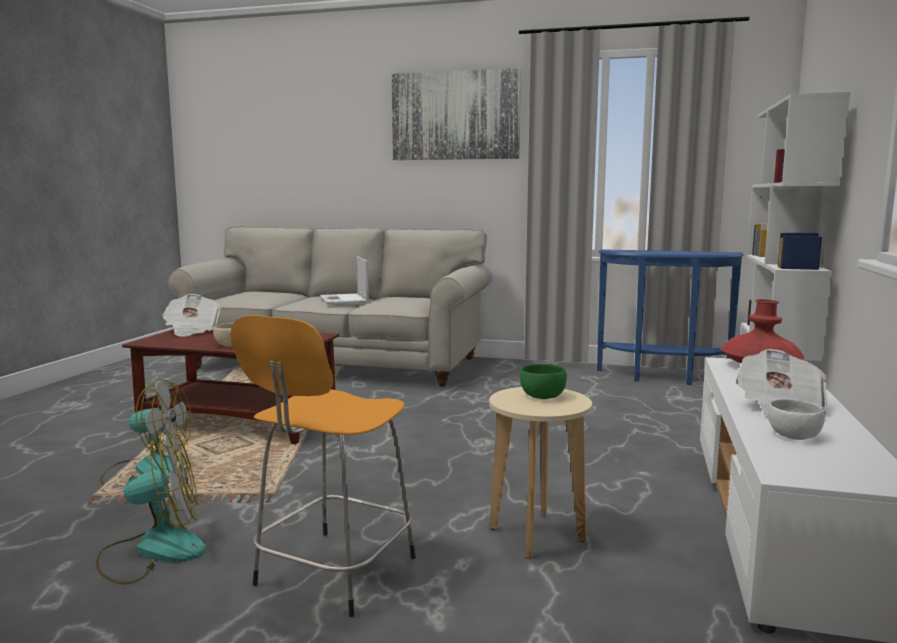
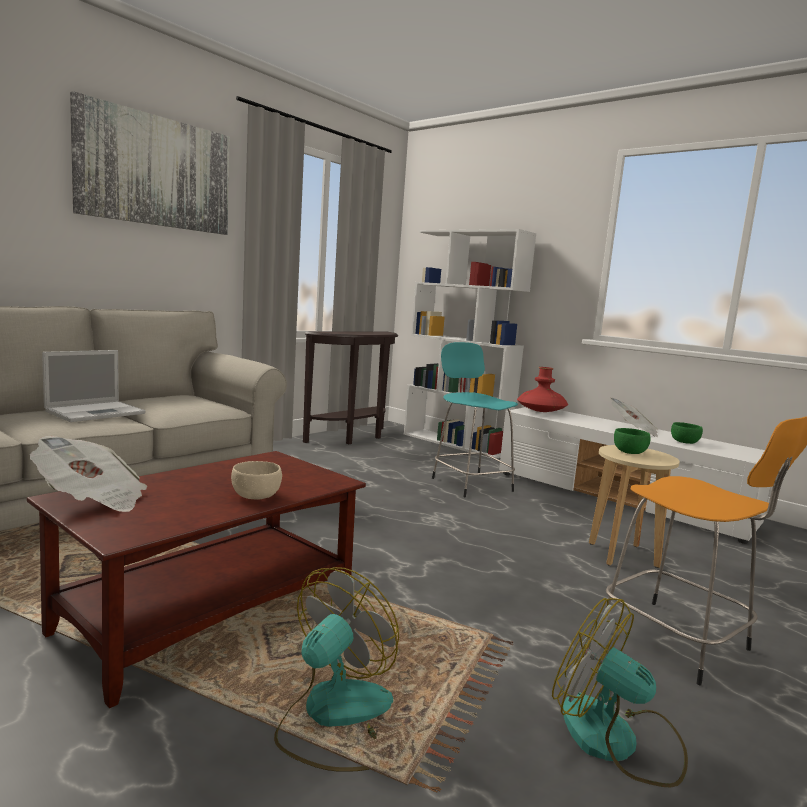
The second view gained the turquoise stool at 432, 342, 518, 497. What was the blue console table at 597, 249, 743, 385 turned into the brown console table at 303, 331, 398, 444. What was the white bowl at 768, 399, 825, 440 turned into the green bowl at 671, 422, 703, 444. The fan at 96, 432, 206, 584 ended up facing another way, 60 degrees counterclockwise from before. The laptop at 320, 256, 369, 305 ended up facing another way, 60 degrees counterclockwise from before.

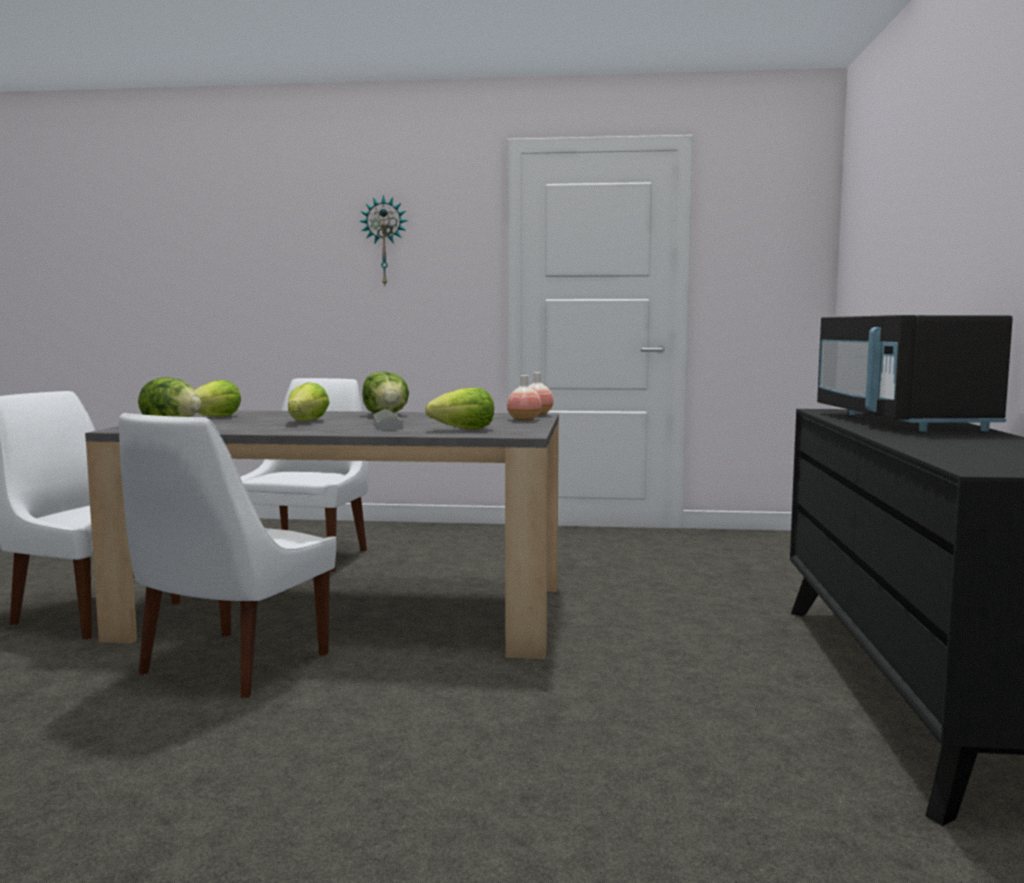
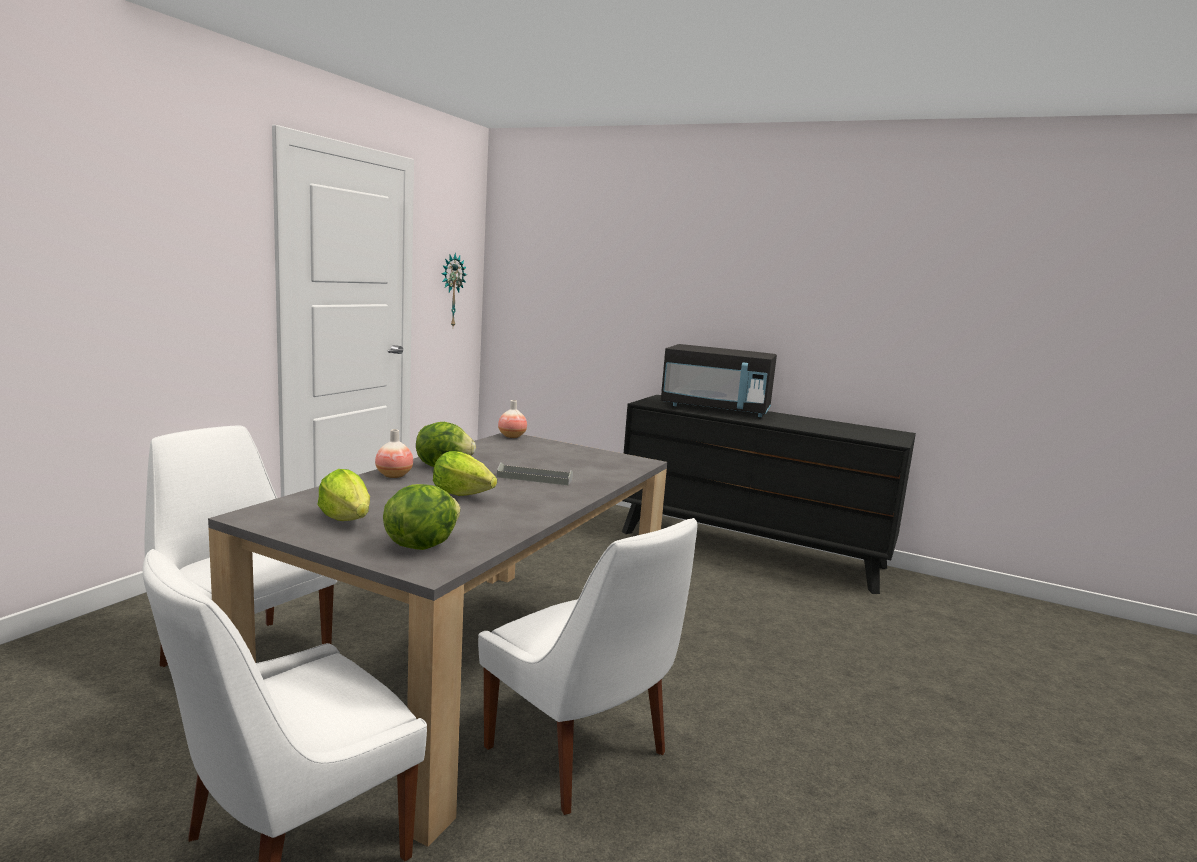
The second view lost the lettuce at 425, 387, 494, 429. The wall clock ended up elsewhere, having gone from 359, 195, 408, 286 to 441, 253, 467, 327. The vase ended up elsewhere, having gone from 507, 375, 542, 421 to 375, 429, 413, 478.

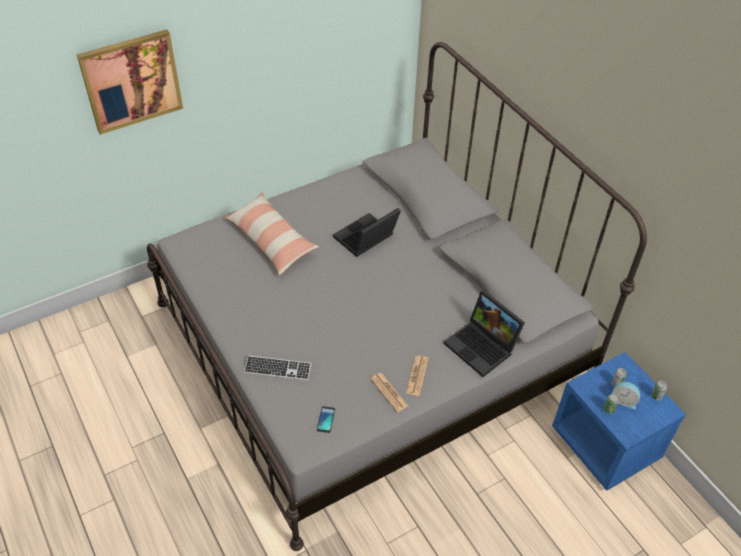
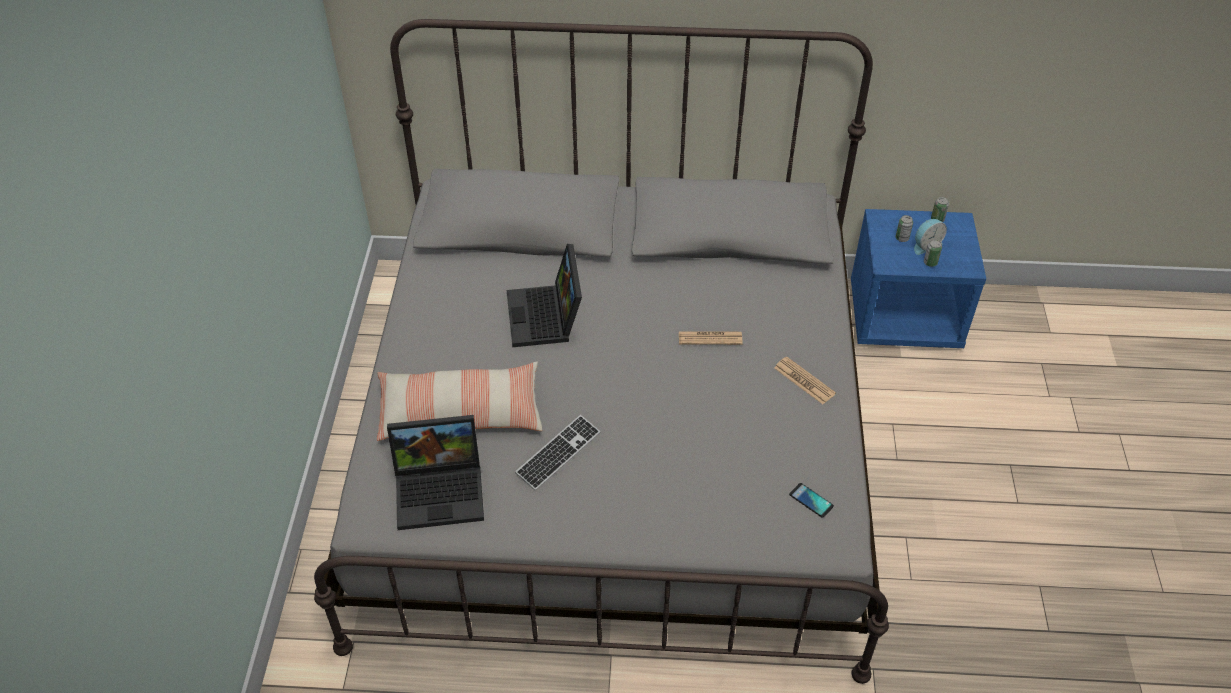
The second view lost the picture at 77, 30, 183, 135. The keyboard ended up elsewhere, having gone from 244, 355, 312, 381 to 515, 415, 601, 491. The newspaper ended up elsewhere, having gone from 370, 373, 408, 412 to 679, 331, 743, 345. The laptop ended up elsewhere, having gone from 444, 290, 525, 377 to 387, 415, 484, 530.

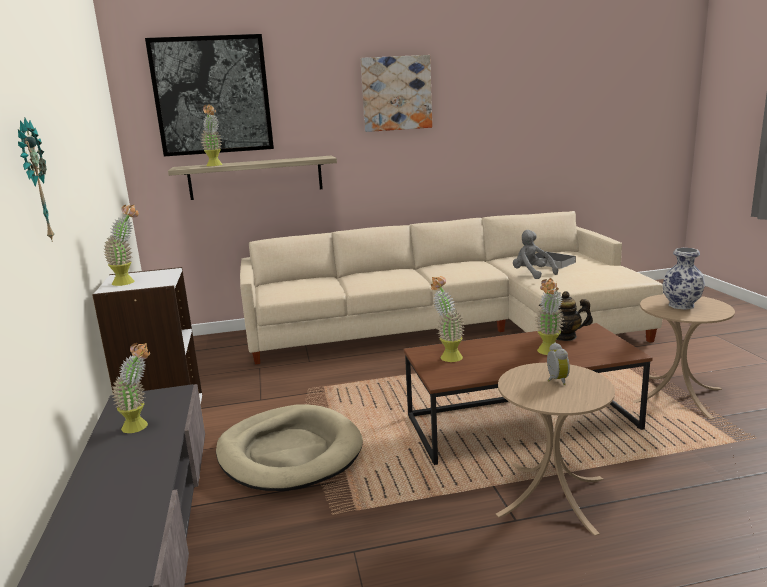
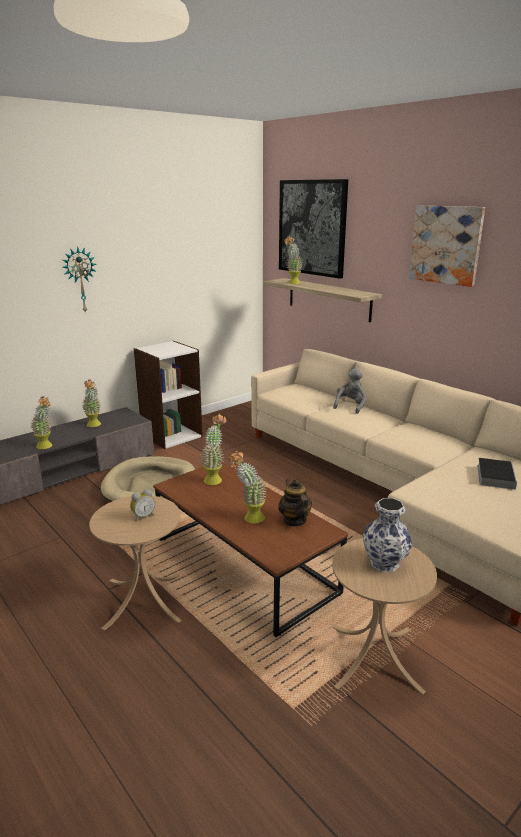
The potted plant ended up elsewhere, having gone from 104, 205, 139, 286 to 31, 396, 52, 449. The grey plush toy ended up elsewhere, having gone from 513, 230, 558, 279 to 333, 368, 366, 414.

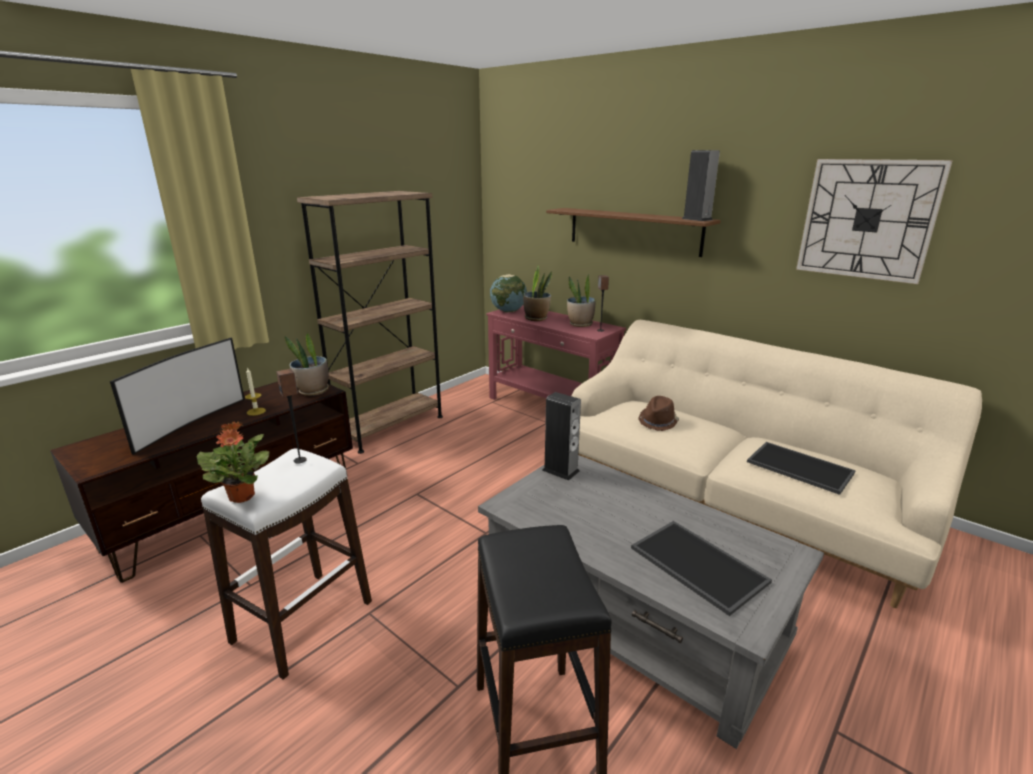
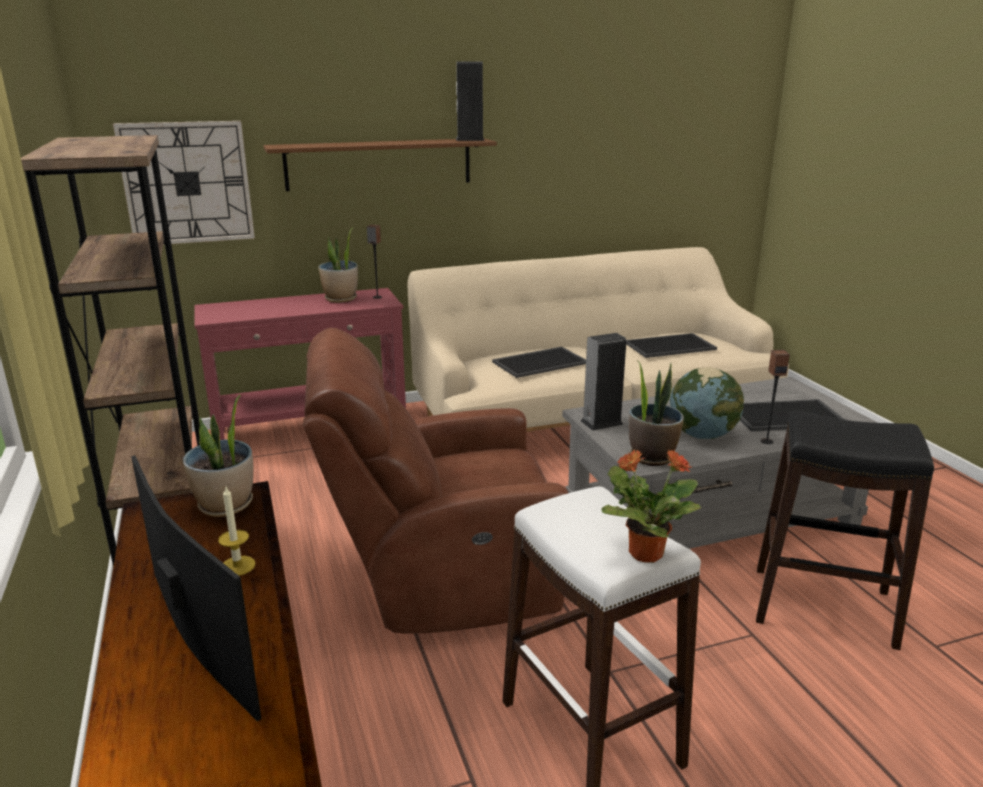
The second view gained the brown armchair at 303, 328, 569, 634. The speaker ended up elsewhere, having gone from 276, 369, 307, 464 to 761, 350, 790, 444. The globe ended up elsewhere, having gone from 490, 274, 527, 312 to 670, 367, 744, 439. The potted plant ended up elsewhere, having gone from 523, 265, 552, 321 to 629, 360, 684, 466. The wall clock ended up elsewhere, having gone from 796, 159, 953, 284 to 113, 121, 255, 245. Where the brown hat stood at 638, 396, 679, 431, the tray came to stand at 492, 347, 586, 378.

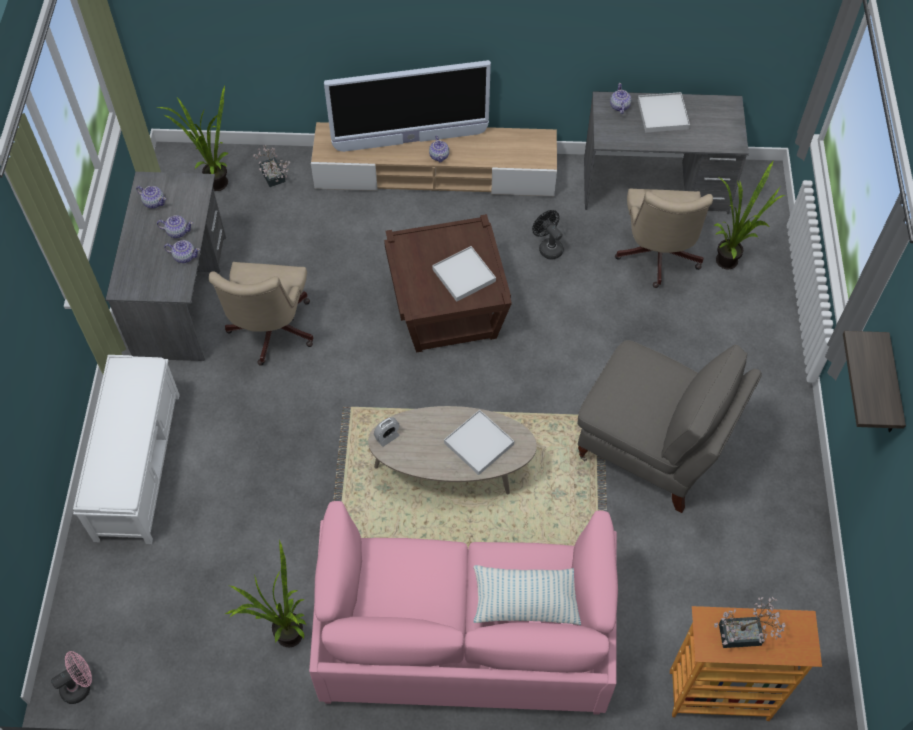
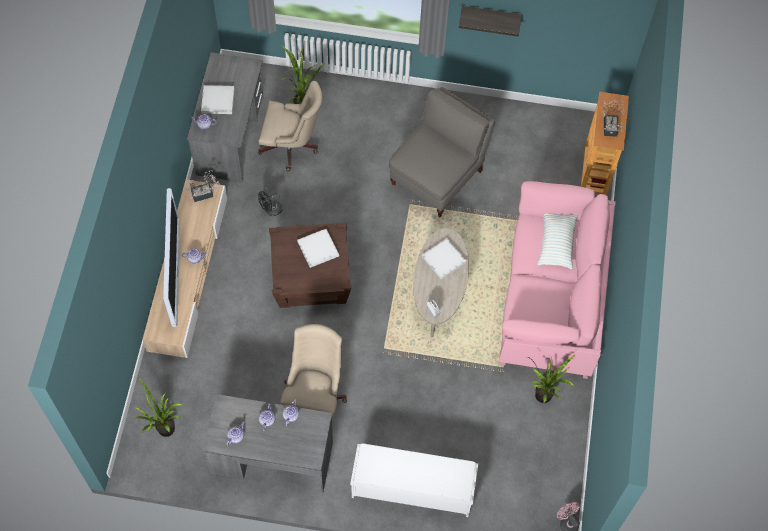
The potted plant ended up elsewhere, having gone from 253, 145, 290, 187 to 185, 170, 220, 202. The beige office chair at 209, 262, 314, 366 ended up facing another way, 90 degrees counterclockwise from before.

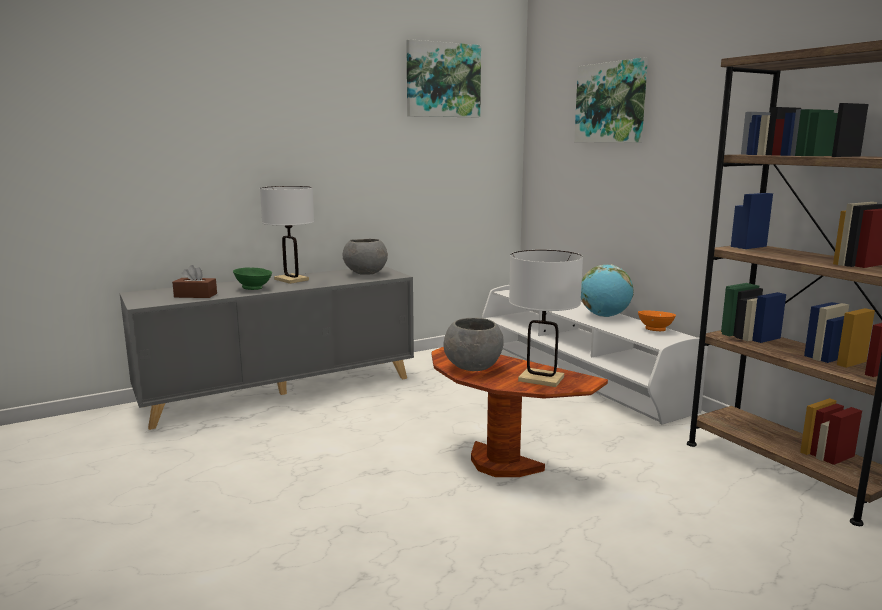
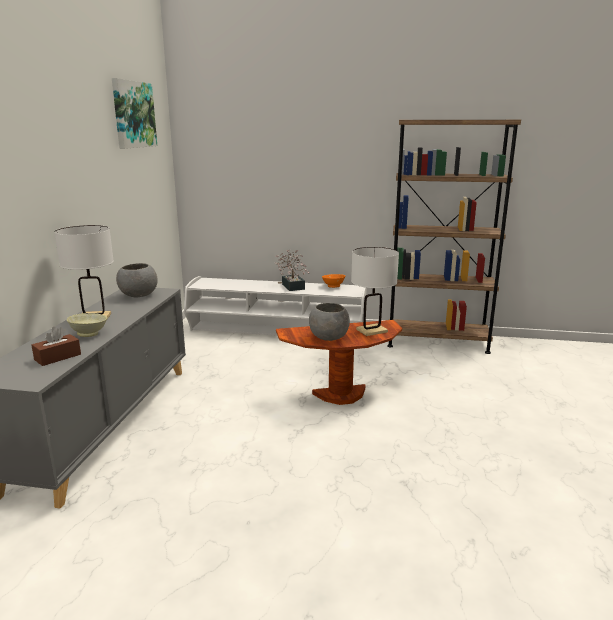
The second view lost the picture at 574, 58, 648, 143. Where the globe stood at 581, 265, 633, 317, the potted plant came to stand at 275, 250, 309, 291. What was the green bowl at 233, 267, 272, 290 turned into the beige bowl at 67, 313, 107, 337.

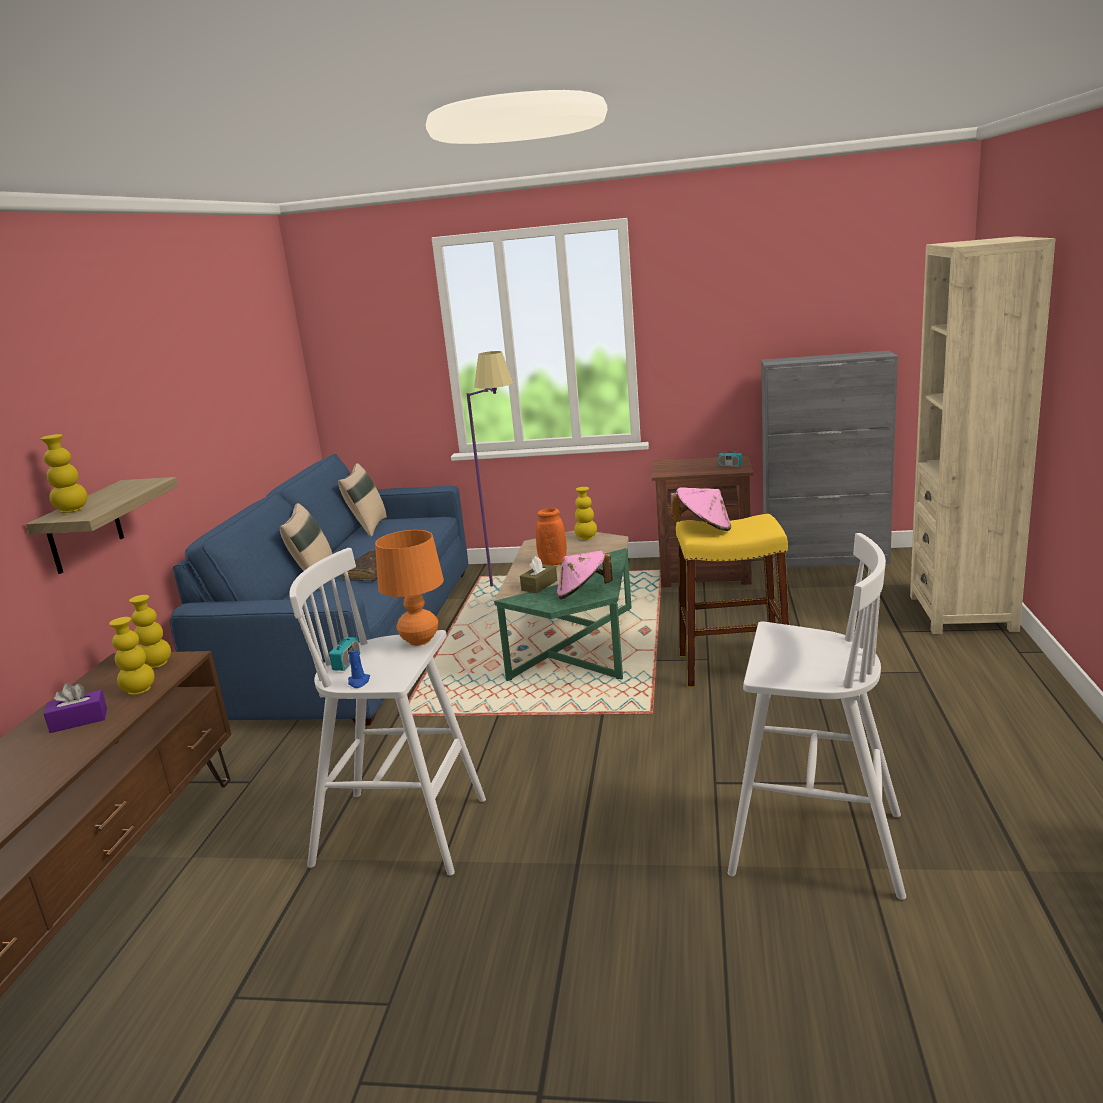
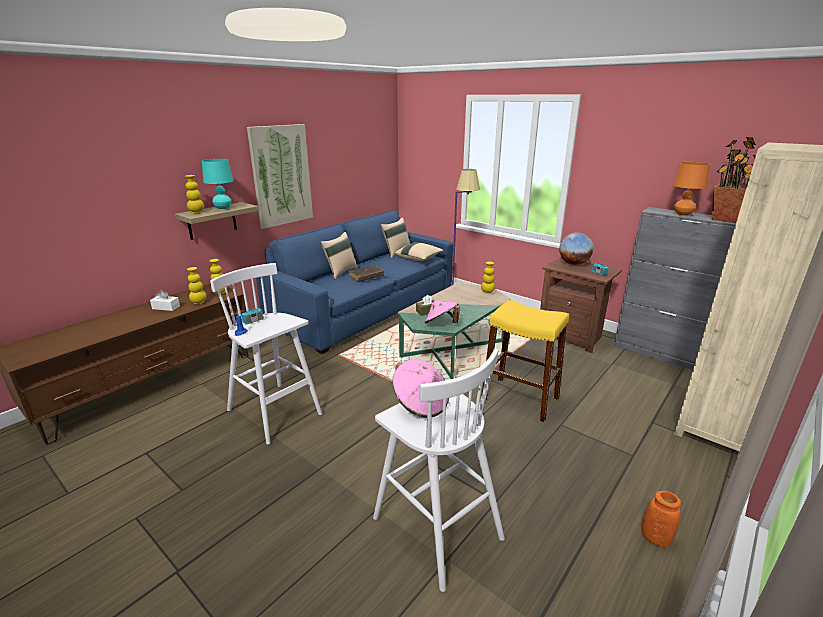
The second view gained the turquoise table lamp at 202, 159, 233, 210. The second view gained the picture at 247, 124, 313, 229. The second view gained the beige pillow at 394, 242, 444, 261. The second view gained the globe at 559, 232, 593, 265. The second view gained the potted plant at 712, 137, 756, 223. The orange table lamp ended up elsewhere, having gone from 375, 530, 444, 646 to 673, 162, 711, 216. The orange vase ended up elsewhere, having gone from 536, 508, 567, 565 to 642, 491, 681, 547. The pink hat ended up elsewhere, having gone from 671, 488, 731, 531 to 393, 359, 449, 418. What was the purple tissue box at 44, 683, 107, 733 turned into the white tissue box at 150, 290, 180, 311.

